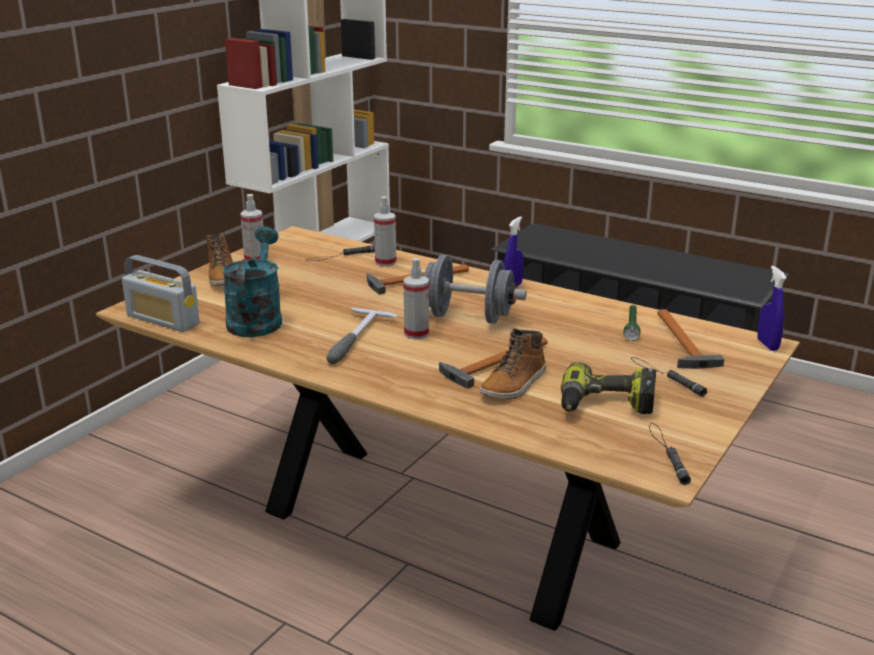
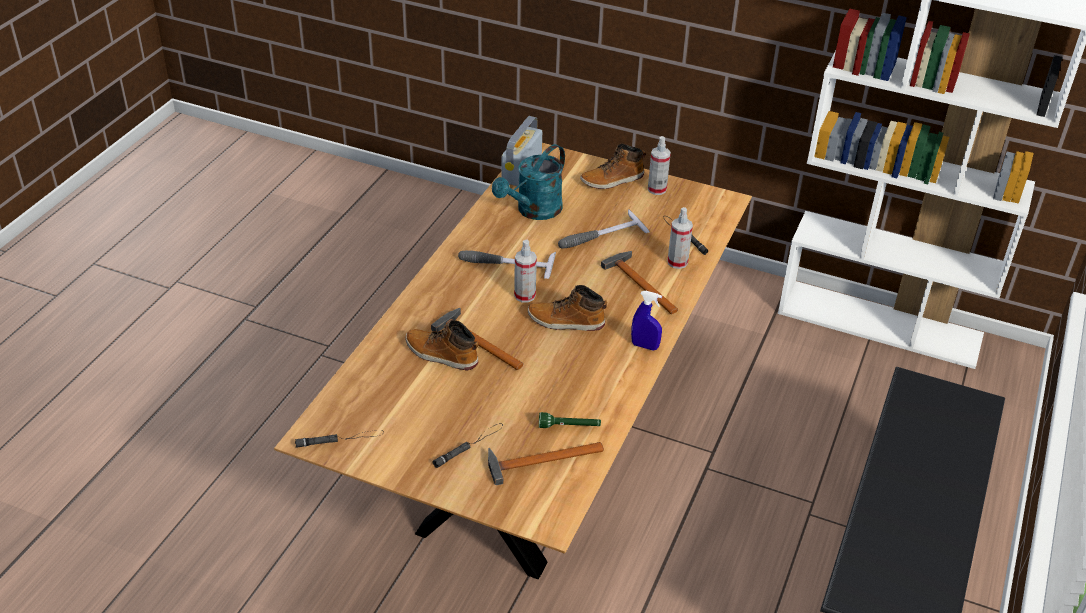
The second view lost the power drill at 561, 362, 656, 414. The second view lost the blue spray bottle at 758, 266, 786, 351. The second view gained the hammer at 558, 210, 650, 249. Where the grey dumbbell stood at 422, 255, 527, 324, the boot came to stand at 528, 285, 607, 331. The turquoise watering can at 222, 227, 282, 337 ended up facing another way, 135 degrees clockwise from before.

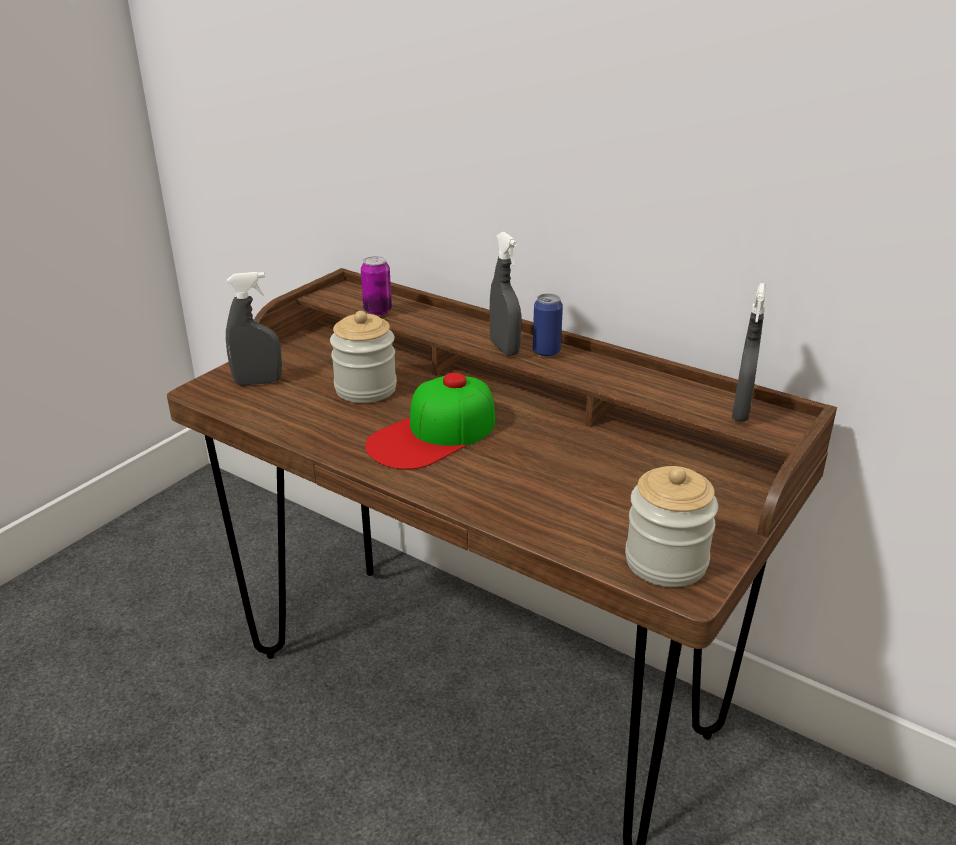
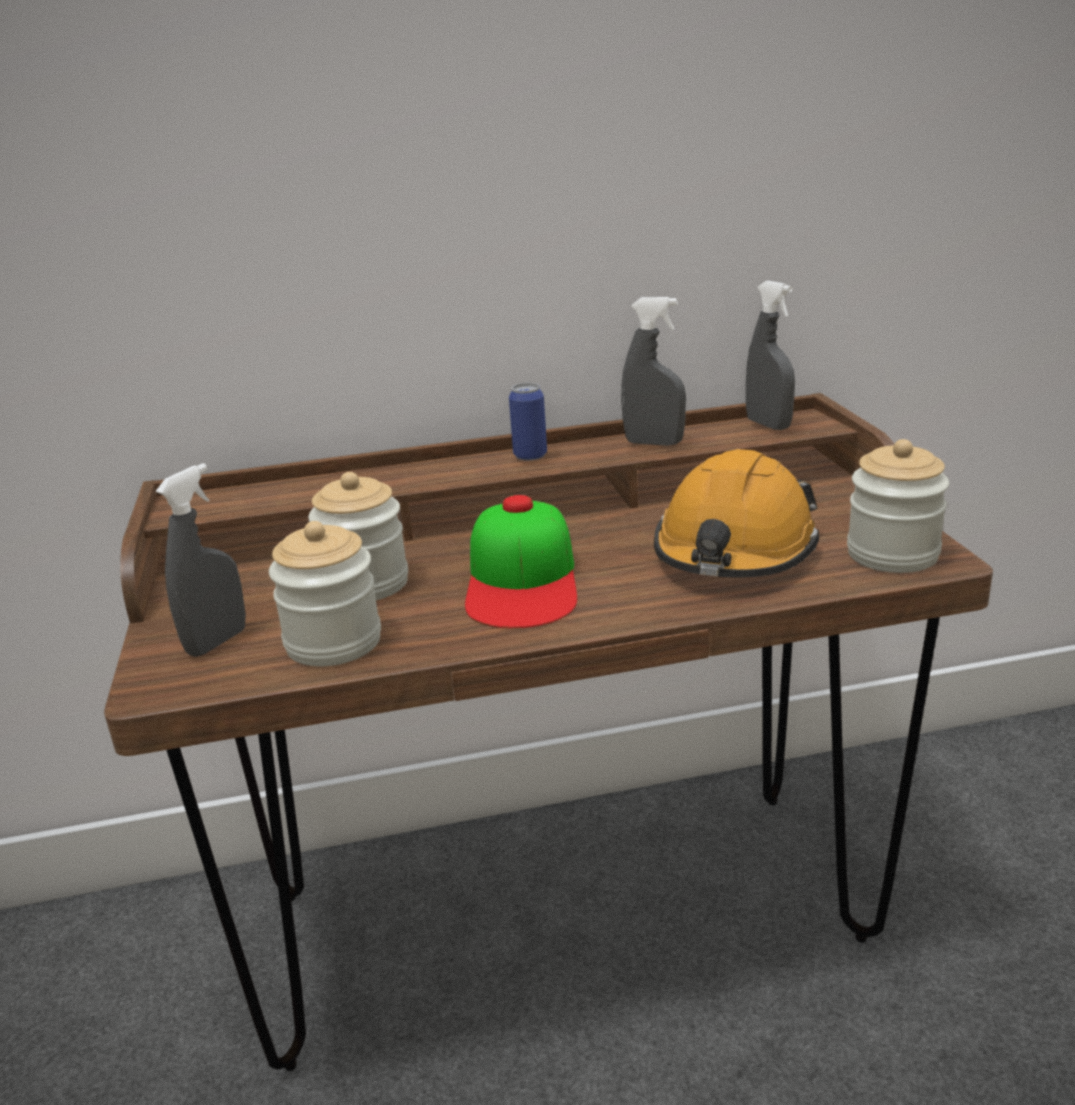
The second view lost the can at 361, 256, 392, 316. The second view gained the jar at 269, 521, 381, 666. The second view gained the orange hard hat at 654, 449, 819, 578. The grey spray bottle ended up elsewhere, having gone from 489, 232, 521, 356 to 621, 297, 686, 446.

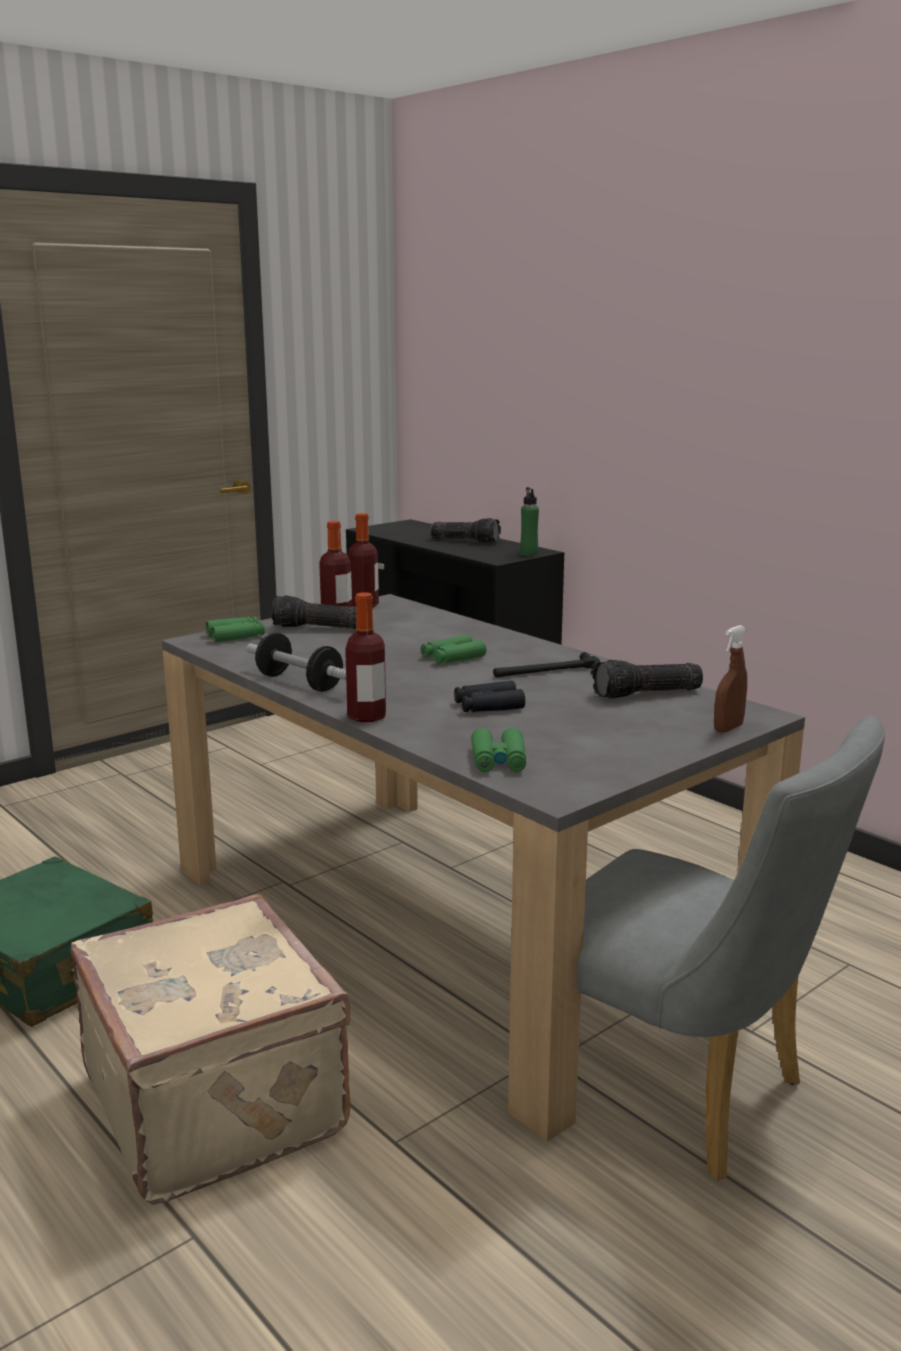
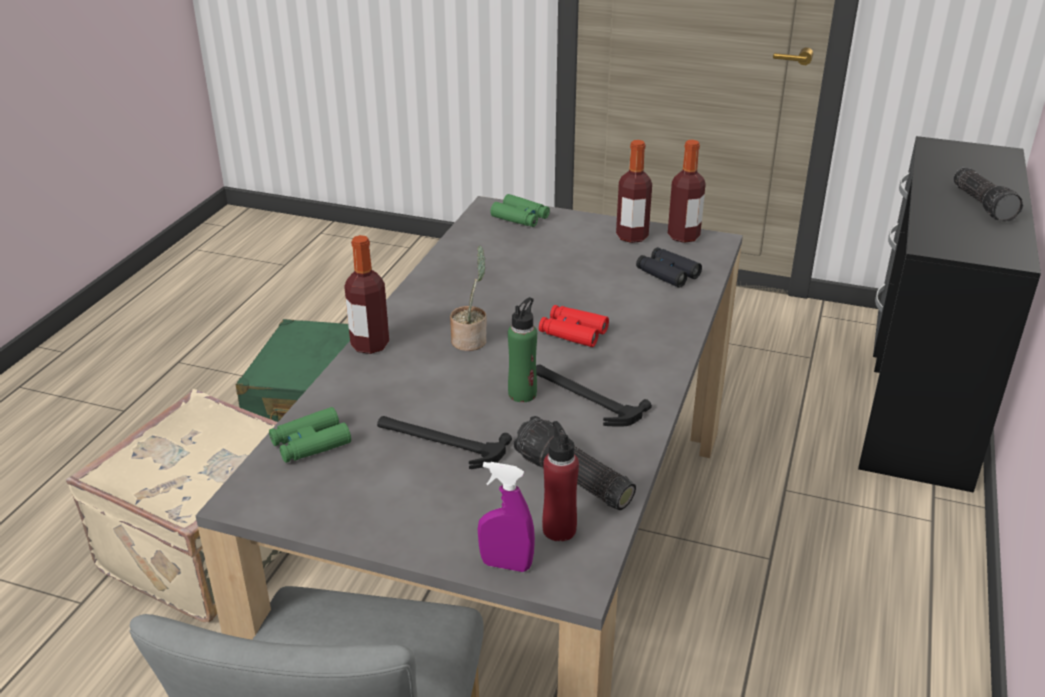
The second view lost the dumbbell at 247, 633, 346, 692. The second view lost the flashlight at 271, 595, 356, 630. The second view gained the hammer at 377, 416, 512, 469. The second view gained the potted plant at 450, 245, 486, 351. The second view gained the red bottle at 542, 421, 579, 542. The black binoculars ended up elsewhere, having gone from 454, 681, 525, 712 to 636, 247, 702, 288. The green bottle ended up elsewhere, having gone from 520, 487, 539, 556 to 508, 297, 537, 402. What was the green binoculars at 421, 634, 486, 664 turned into the red binoculars at 539, 305, 609, 347. What was the brown spray bottle at 714, 625, 747, 733 turned into the purple spray bottle at 478, 462, 535, 572.

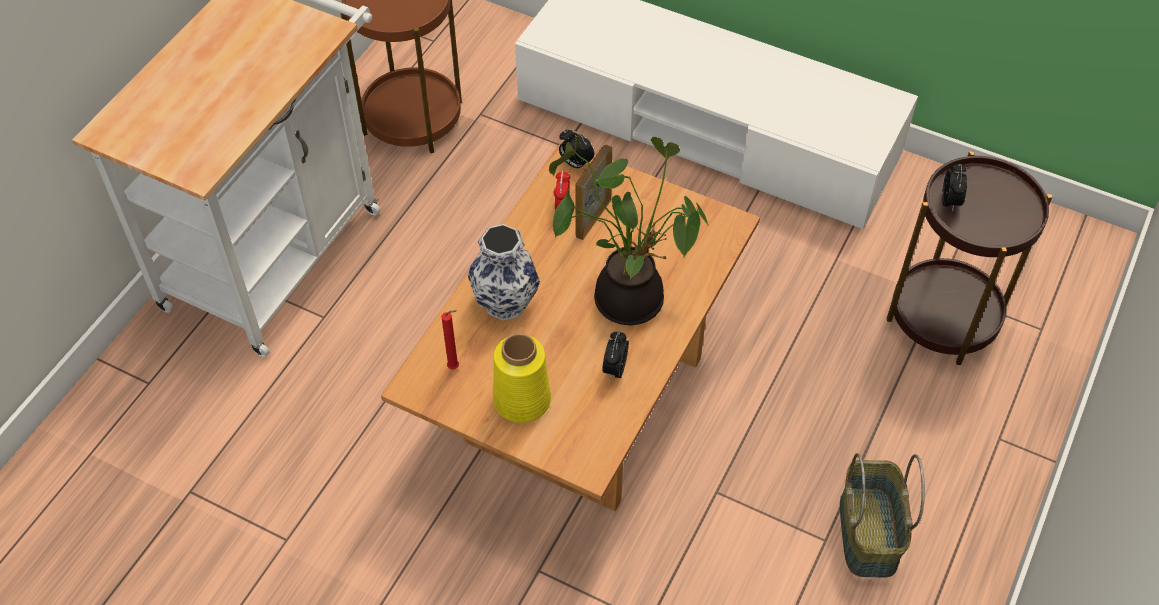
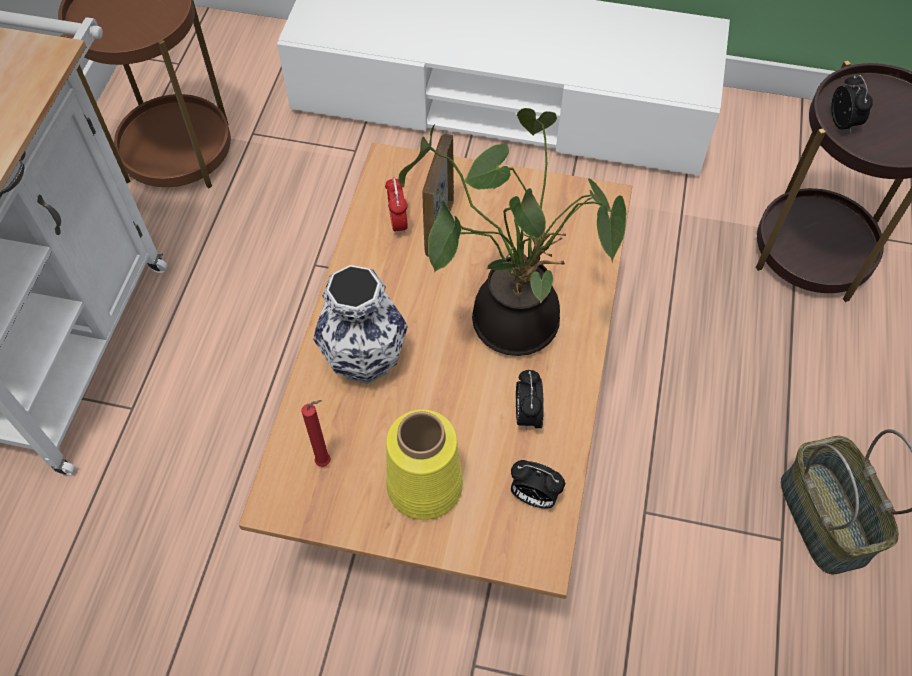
The alarm clock ended up elsewhere, having gone from 559, 129, 594, 170 to 511, 460, 565, 509.

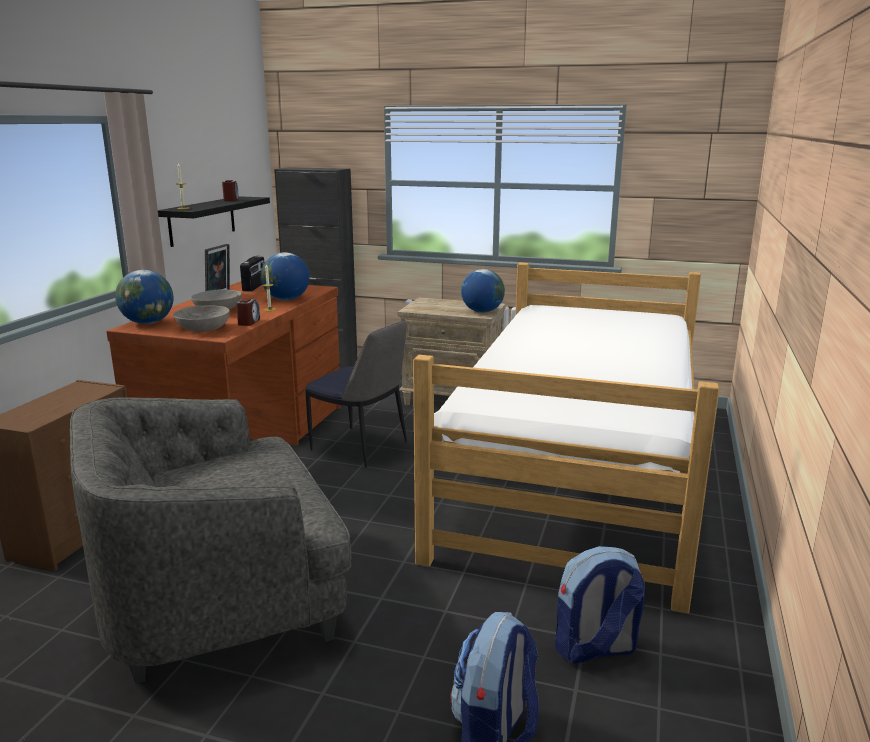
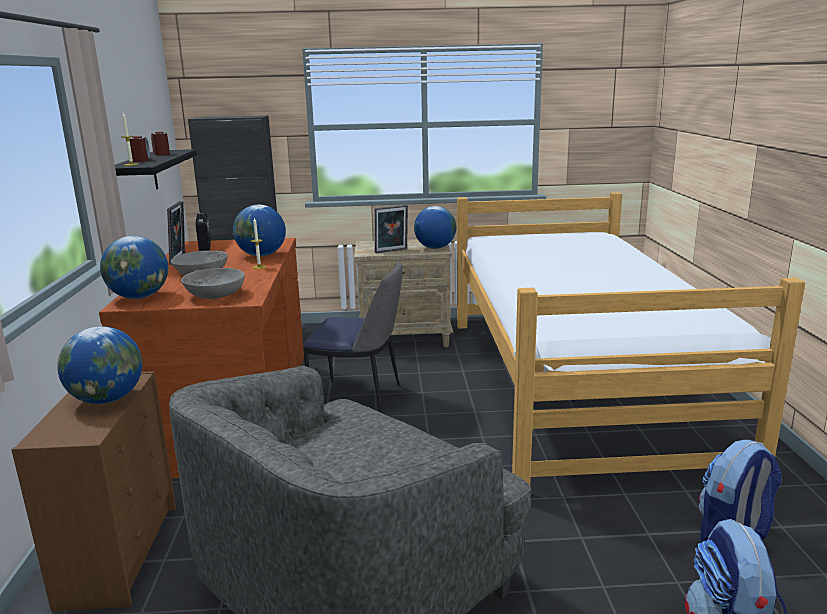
The second view gained the globe at 57, 326, 142, 404. The second view gained the picture frame at 374, 205, 408, 253. The alarm clock ended up elsewhere, having gone from 236, 299, 260, 326 to 129, 136, 150, 162.

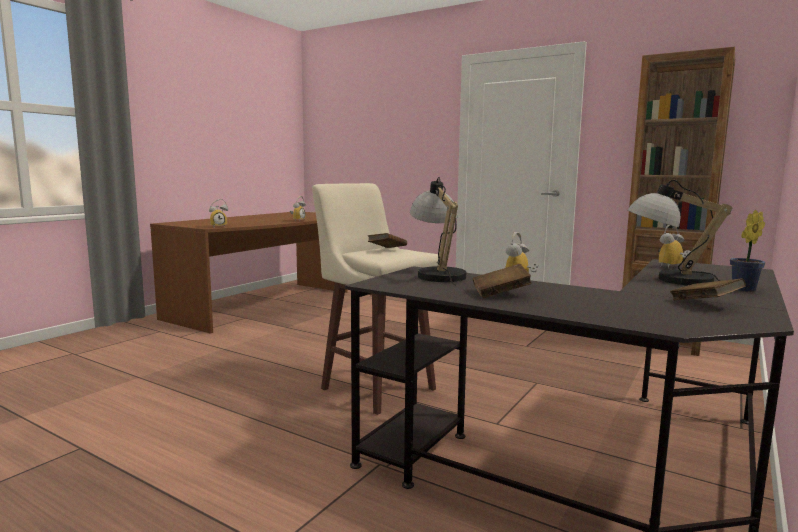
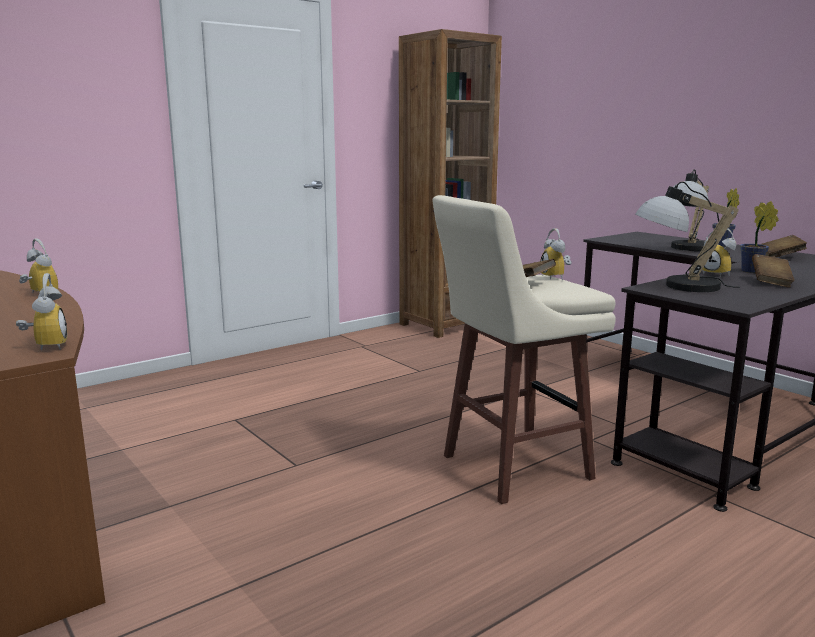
The second view gained the potted plant at 740, 201, 779, 273. The alarm clock ended up elsewhere, having gone from 659, 225, 691, 269 to 540, 228, 571, 280.

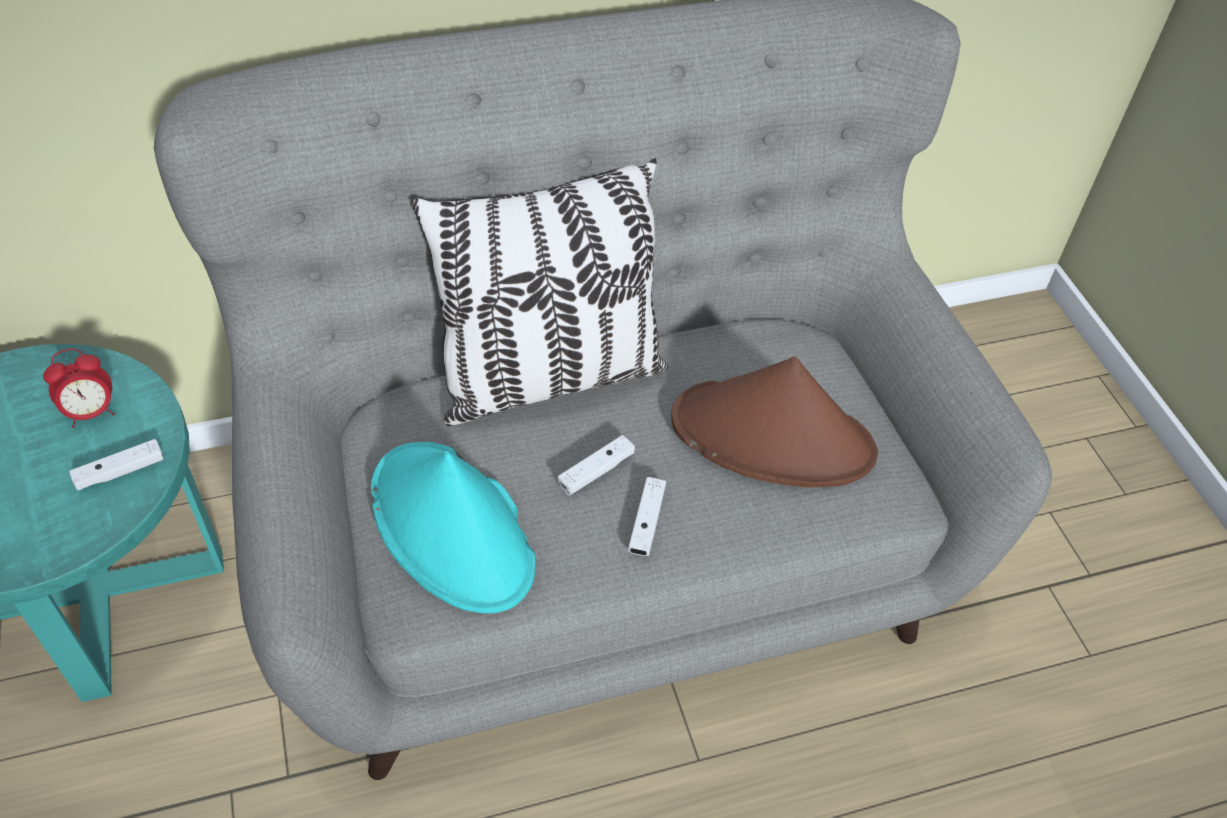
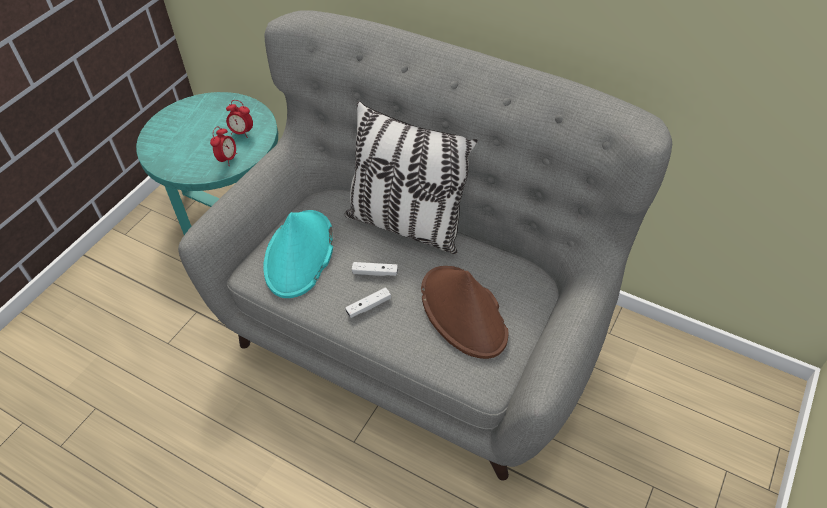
Where the white game controller stood at 69, 439, 164, 490, the alarm clock came to stand at 210, 126, 237, 166.

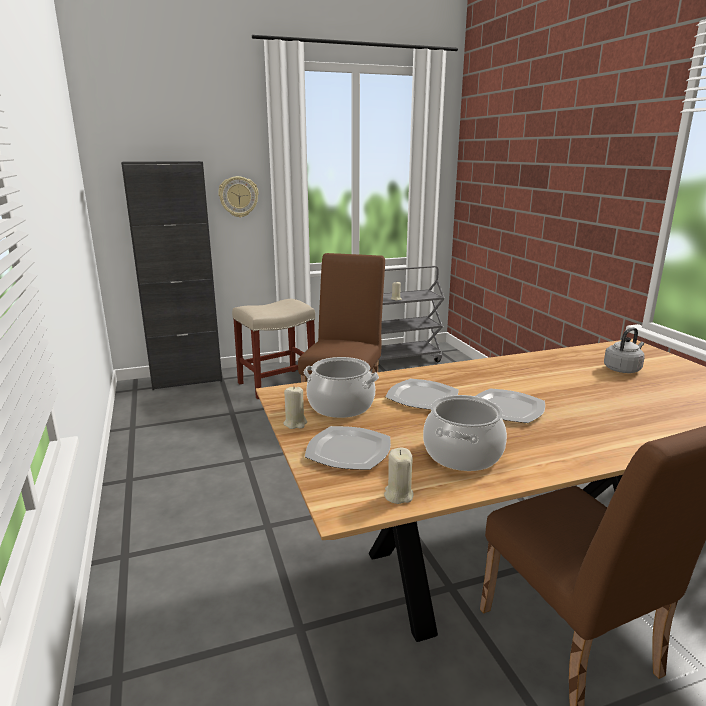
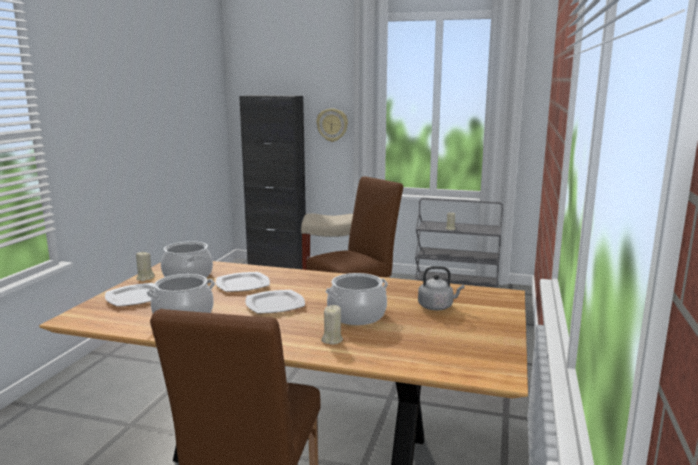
The second view gained the cooking pot at 325, 273, 388, 325. The beige candle ended up elsewhere, having gone from 384, 448, 413, 504 to 321, 305, 343, 345.

